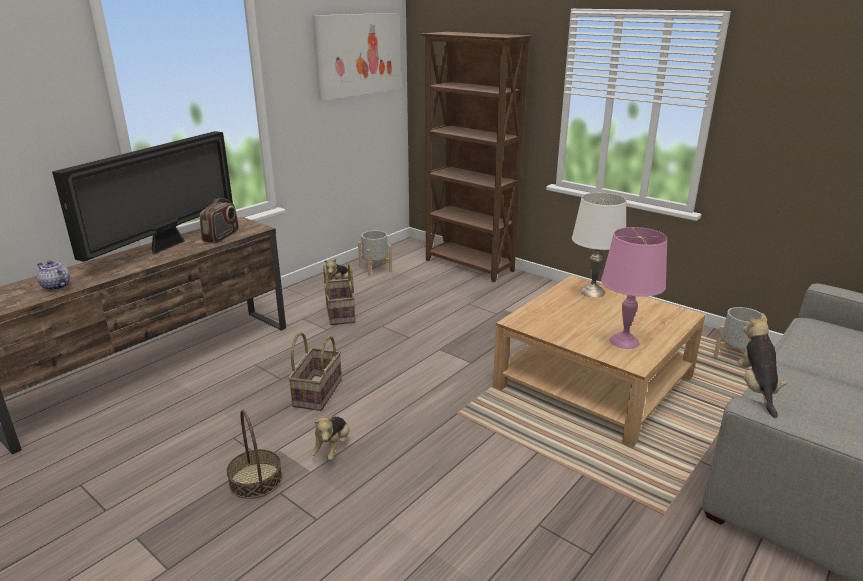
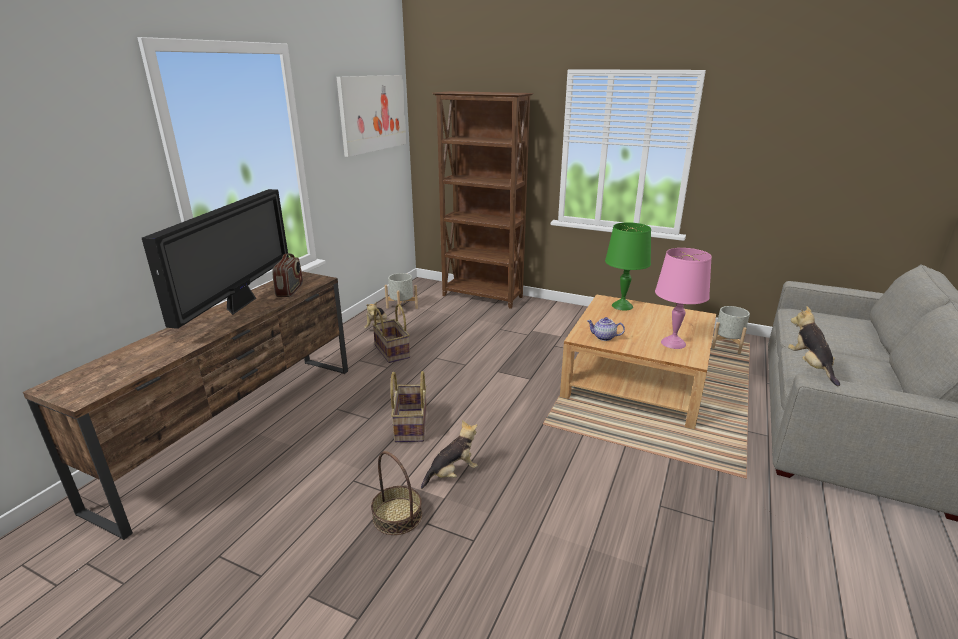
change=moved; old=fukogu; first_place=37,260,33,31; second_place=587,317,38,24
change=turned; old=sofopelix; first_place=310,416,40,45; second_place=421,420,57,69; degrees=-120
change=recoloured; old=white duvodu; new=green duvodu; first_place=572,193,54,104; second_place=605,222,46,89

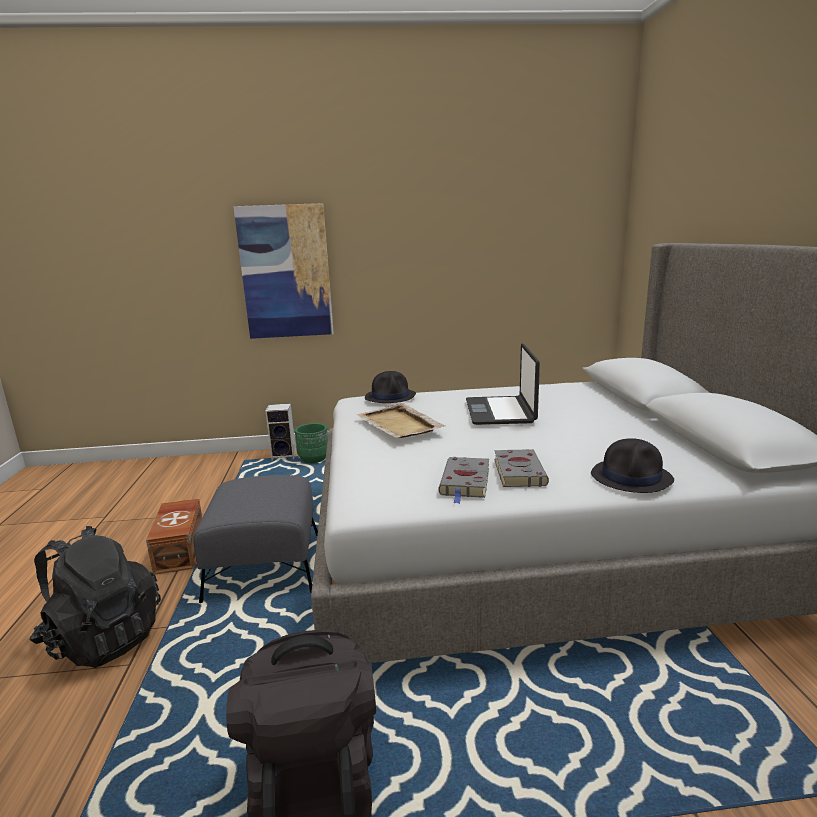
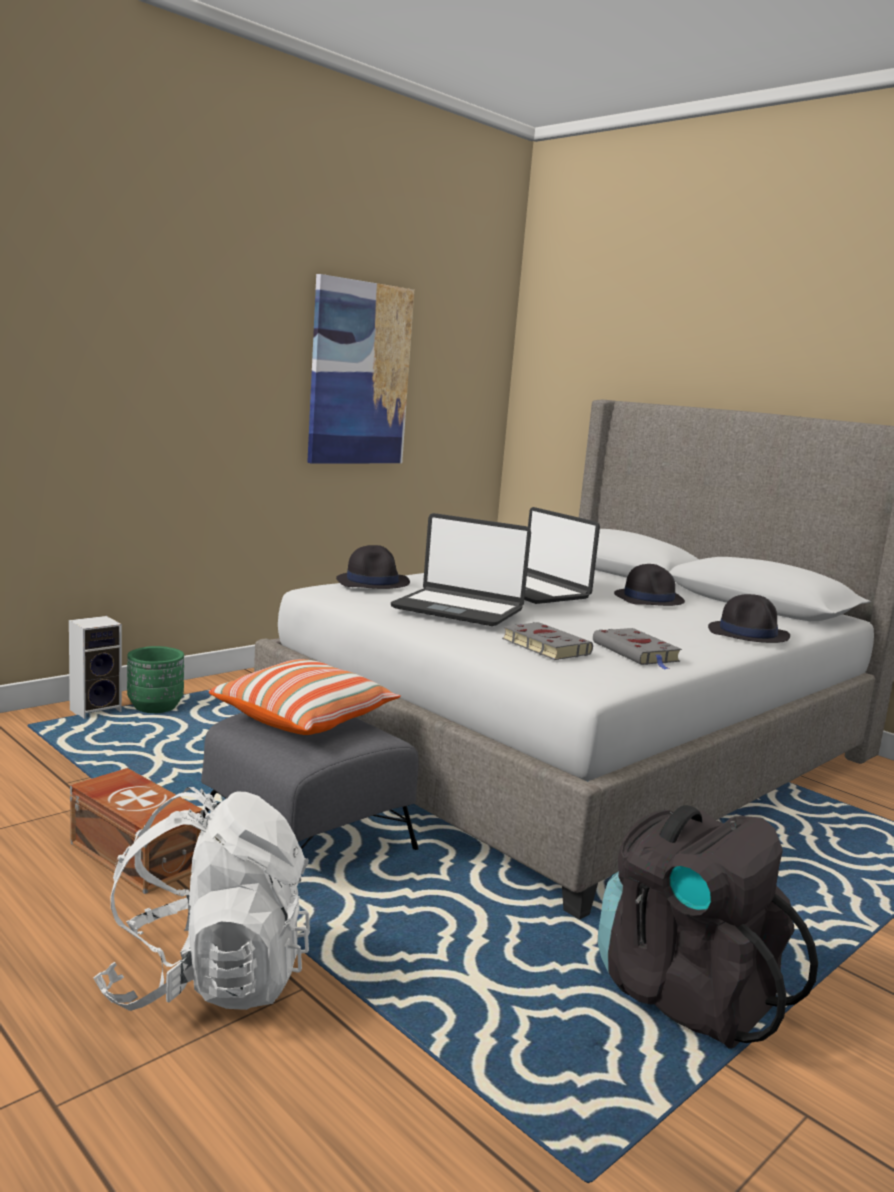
change=recoloured; old=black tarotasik; new=white tarotasik; first_place=29,526,132,142; second_place=93,787,217,224
change=moved; old=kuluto; first_place=233,203,101,136; second_place=307,274,107,190
change=replaced; old=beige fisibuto; new=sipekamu; first_place=356,403,89,35; second_place=391,513,140,113
change=moved; old=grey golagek; first_place=494,449,55,38; second_place=502,622,91,38
change=added; new=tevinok; second_place=209,659,192,76
change=added; new=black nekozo; second_place=614,564,71,42

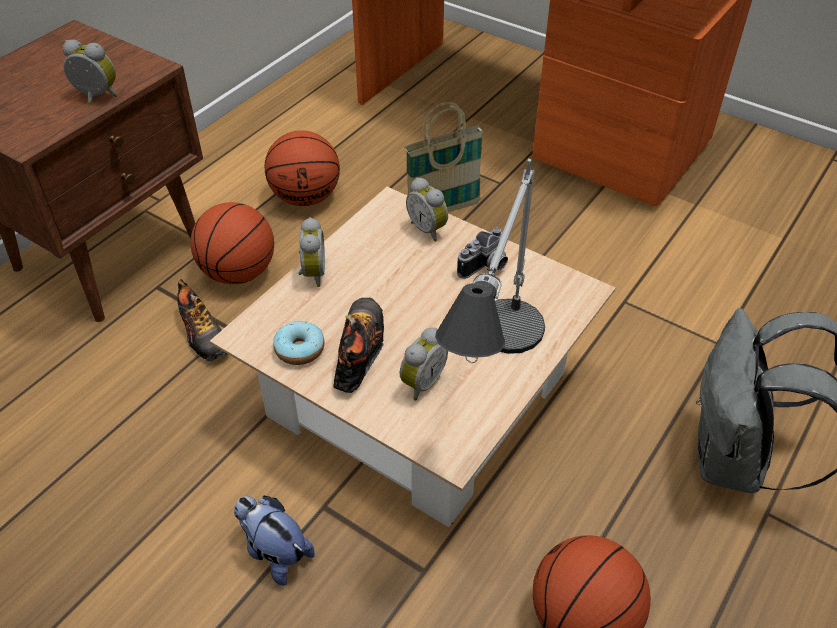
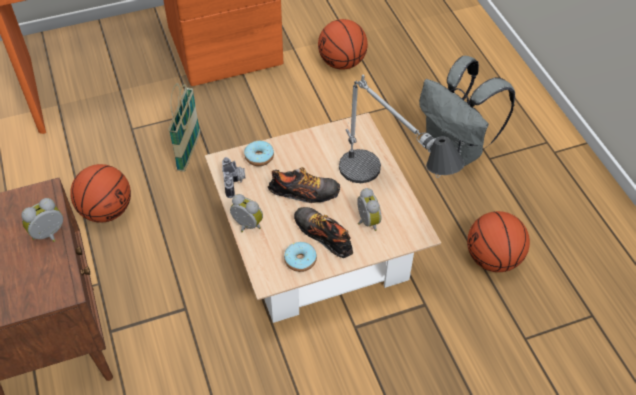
change=moved; old=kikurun; first_place=177,279,50,82; second_place=268,167,72,36
change=moved; old=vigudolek; first_place=191,202,83,82; second_place=318,19,50,51
change=removed; old=sofopelix; first_place=234,496,81,90
change=replaced; old=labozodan; new=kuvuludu; first_place=406,177,42,65; second_place=244,141,30,25
change=moved; old=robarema; first_place=457,228,51,51; second_place=222,157,23,41

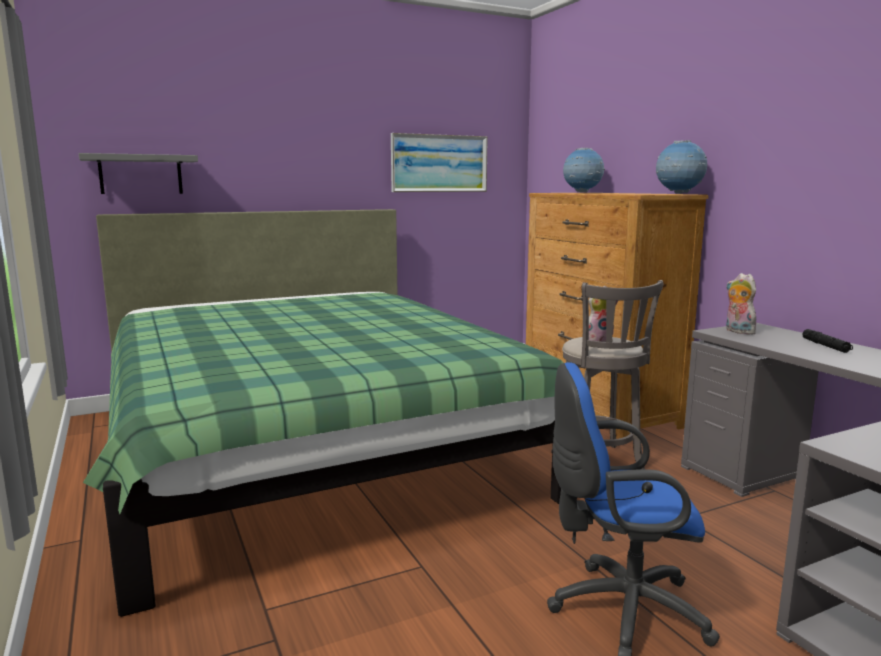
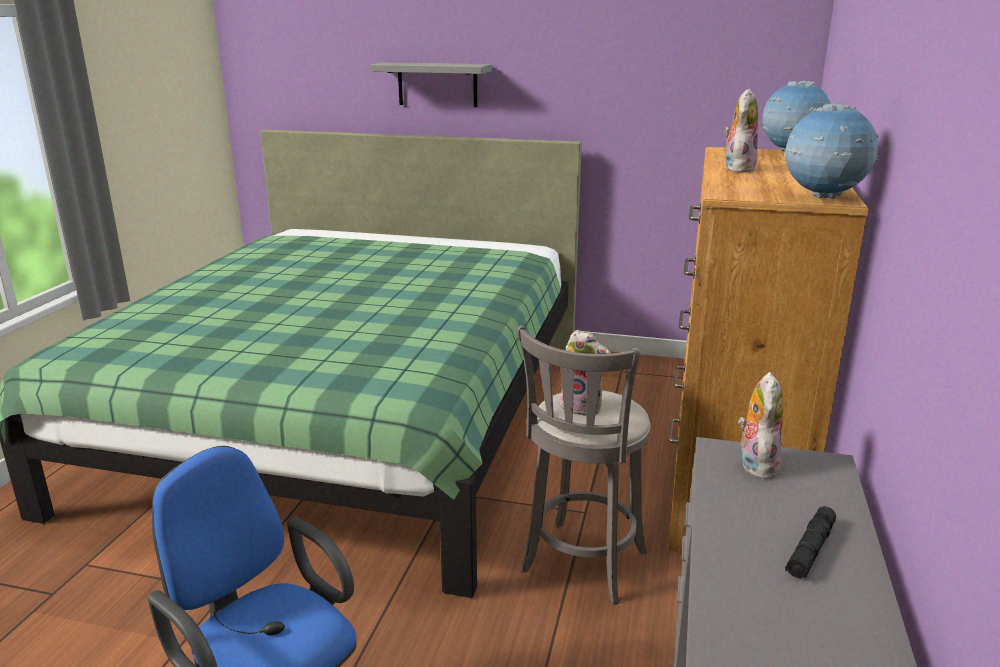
change=moved; old=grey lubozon; first_place=79,153,119,41; second_place=370,62,122,45
change=removed; old=kuluto; first_place=391,133,97,59
change=added; new=sofopelix; second_place=724,89,34,83

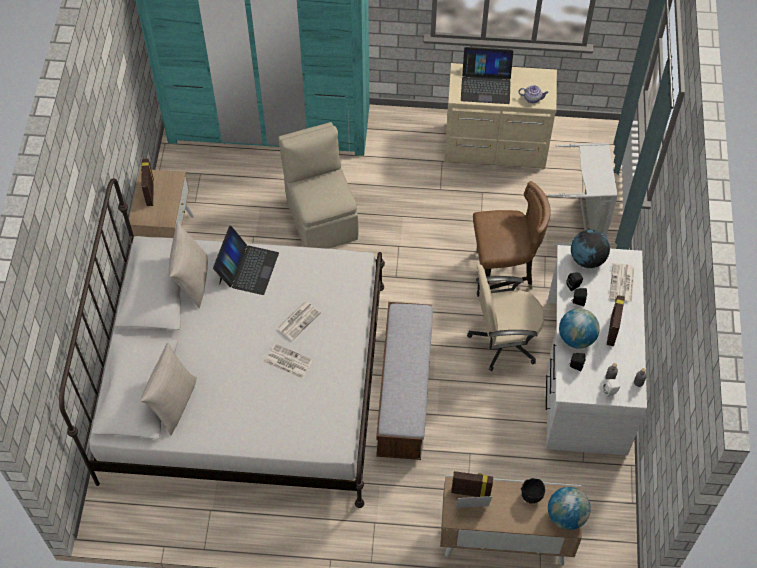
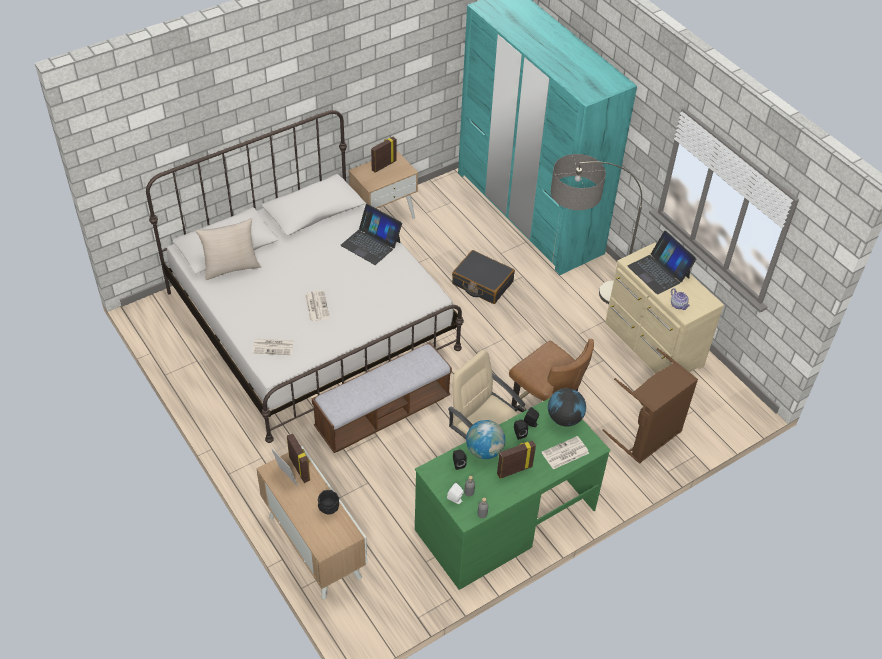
change=removed; old=beige tevinok; first_place=169,222,39,86
change=turned; old=sipekamu; first_place=213,226,66,69; second_place=340,204,62,61; degrees=60
change=moved; old=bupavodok; first_place=276,301,45,40; second_place=252,339,42,16
change=replaced; old=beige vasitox; new=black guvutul; first_place=278,122,81,127; second_place=452,250,63,54
change=recoloured; old=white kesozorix; new=green kesozorix; first_place=545,245,102,210; second_place=415,398,196,192
change=recoloured; old=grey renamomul; new=brown renamomul; first_place=546,143,72,103; second_place=602,348,96,116
change=removed; old=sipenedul; first_place=548,487,43,43
change=added; new=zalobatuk; second_place=551,154,91,150

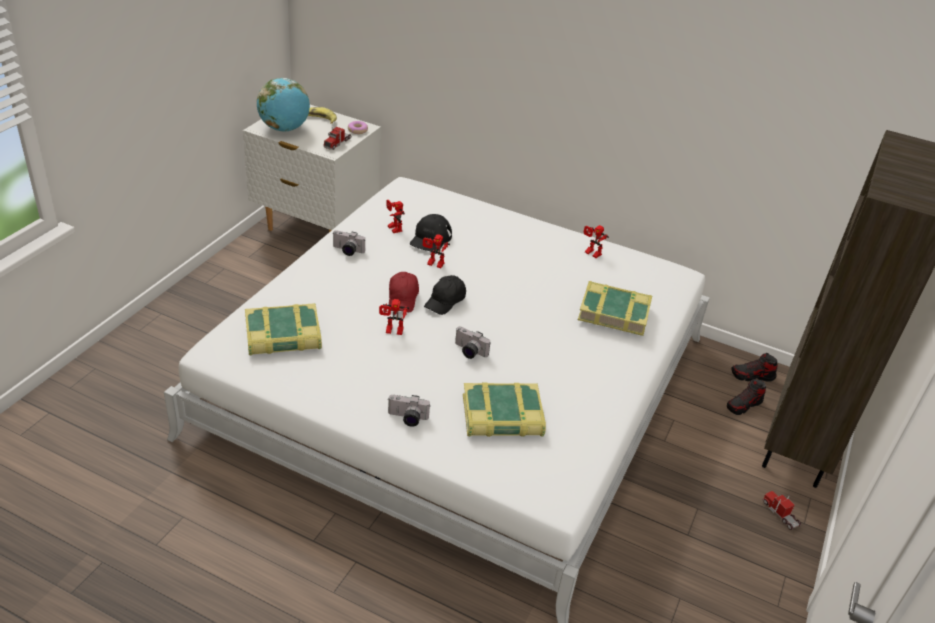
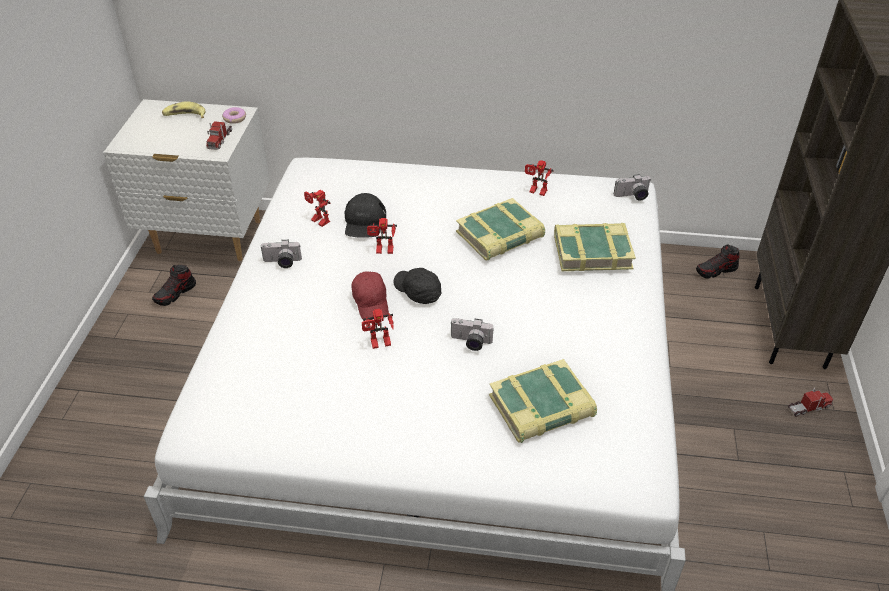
change=moved; old=golagek; first_place=245,303,77,52; second_place=456,198,89,62
change=removed; old=sipenedul; first_place=257,78,53,53
change=moved; old=robarema; first_place=388,395,42,32; second_place=614,174,37,27
change=turned; old=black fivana; first_place=424,275,42,40; second_place=393,268,49,36; degrees=120
change=moved; old=kikurun; first_place=727,379,39,36; second_place=152,265,44,41
change=turned; old=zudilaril; first_place=762,491,39,39; second_place=788,388,45,28; degrees=120

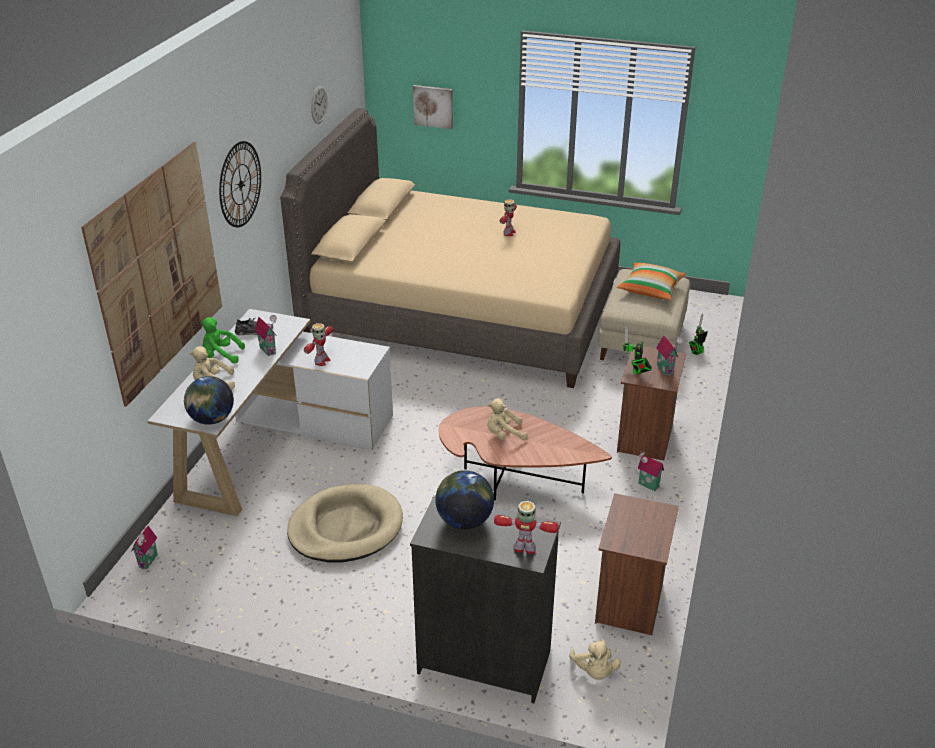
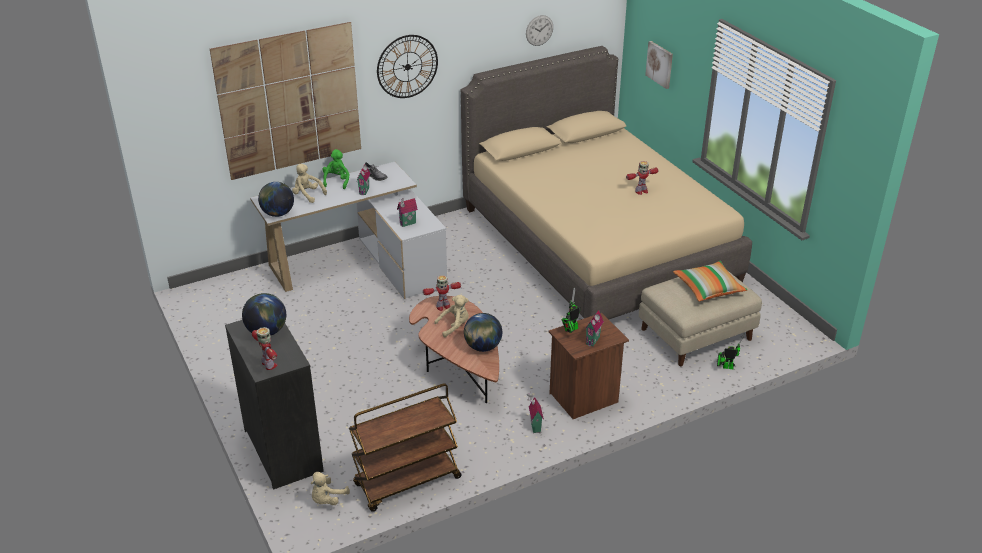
change=moved; old=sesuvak; first_place=131,526,27,43; second_place=397,198,21,29
change=turned; old=green sofopelix; first_place=201,317,44,46; second_place=323,149,26,40; degrees=45
change=removed; old=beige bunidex; first_place=287,484,116,78
change=moved; old=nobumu; first_place=304,323,29,43; second_place=423,275,38,36
change=turned; old=beige sofopelix; first_place=487,398,41,42; second_place=434,295,35,43; degrees=120
change=replaced; old=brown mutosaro; new=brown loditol; first_place=595,493,84,142; second_place=349,383,113,129
change=added; new=sipenedul; second_place=464,313,38,39

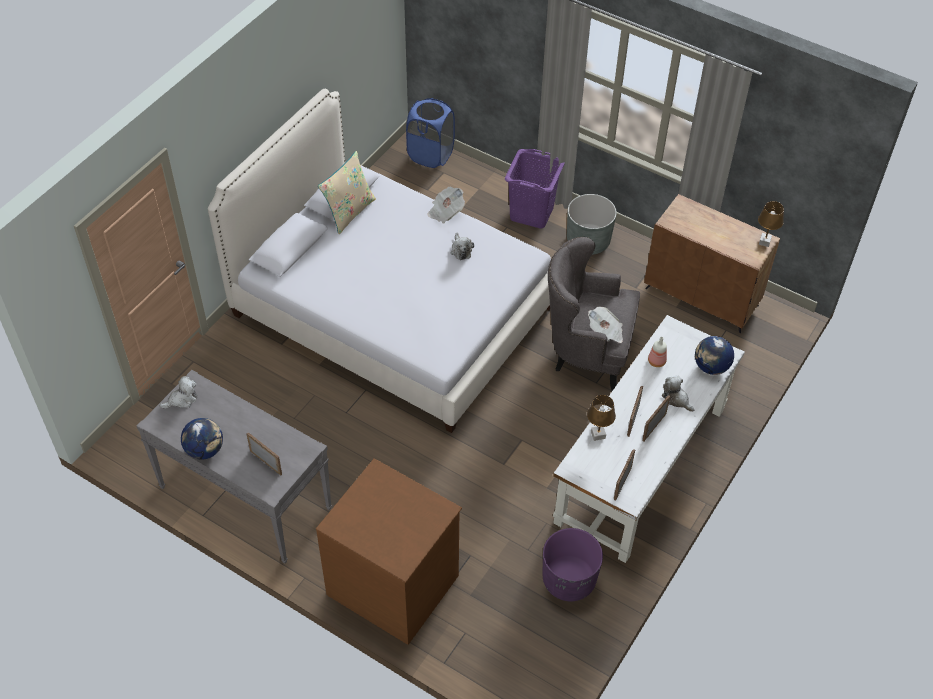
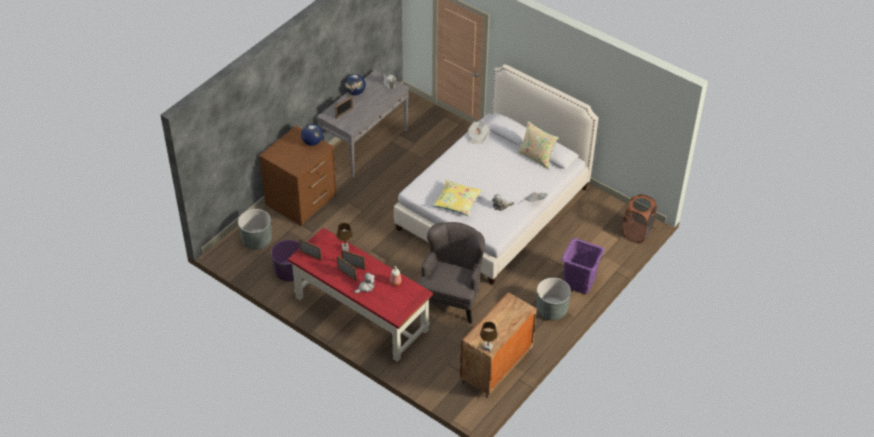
change=recoloured; old=blue renamomul; new=brown renamomul; first_place=406,98,49,70; second_place=622,194,35,49
change=recoloured; old=white kesozorix; new=red kesozorix; first_place=553,315,192,248; second_place=288,228,145,134
change=moved; old=bupavodok; first_place=588,307,35,36; second_place=468,121,22,23
change=moved; old=sipenedul; first_place=695,336,39,39; second_place=301,123,22,23
change=added; new=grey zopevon; second_place=238,209,34,41
change=added; new=yellow tevinok; second_place=432,180,51,36

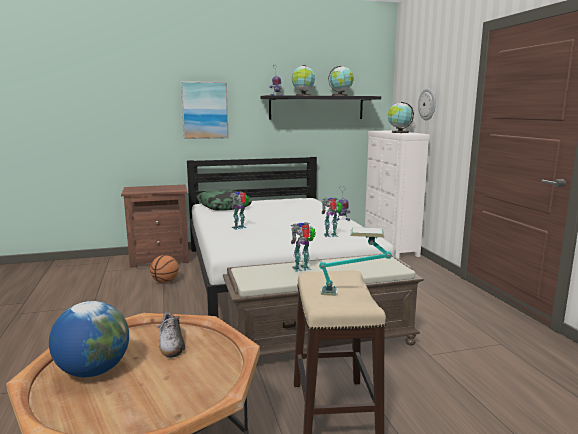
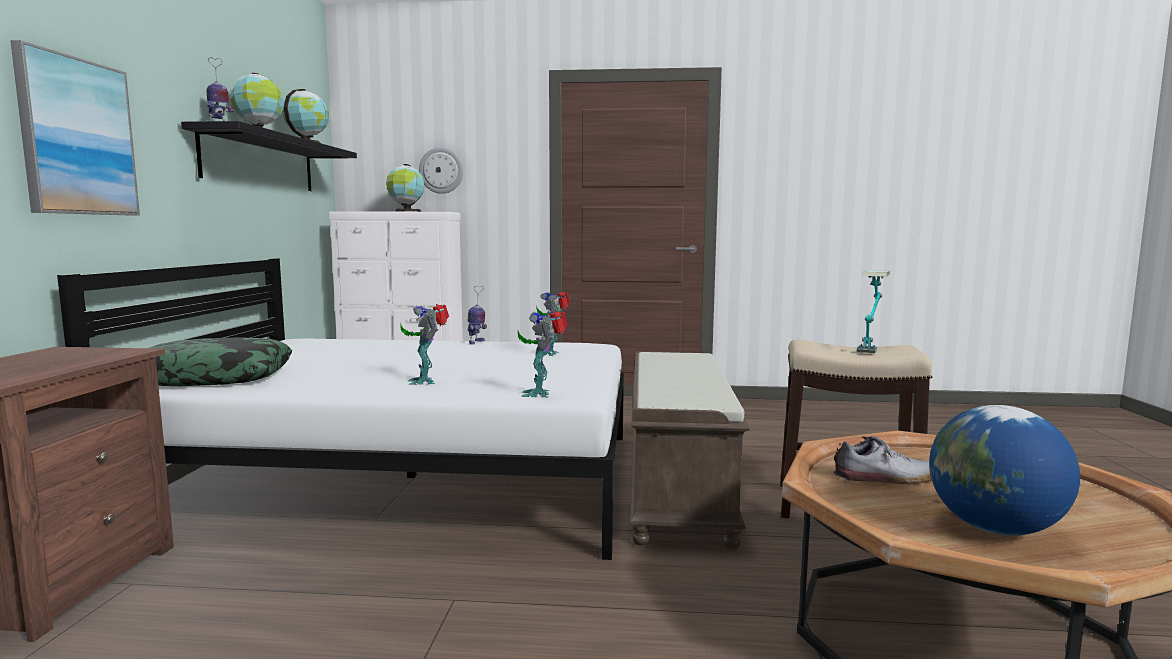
change=removed; old=vigudolek; first_place=150,255,29,28
change=moved; old=nobumu; first_place=290,222,26,50; second_place=518,311,50,87

